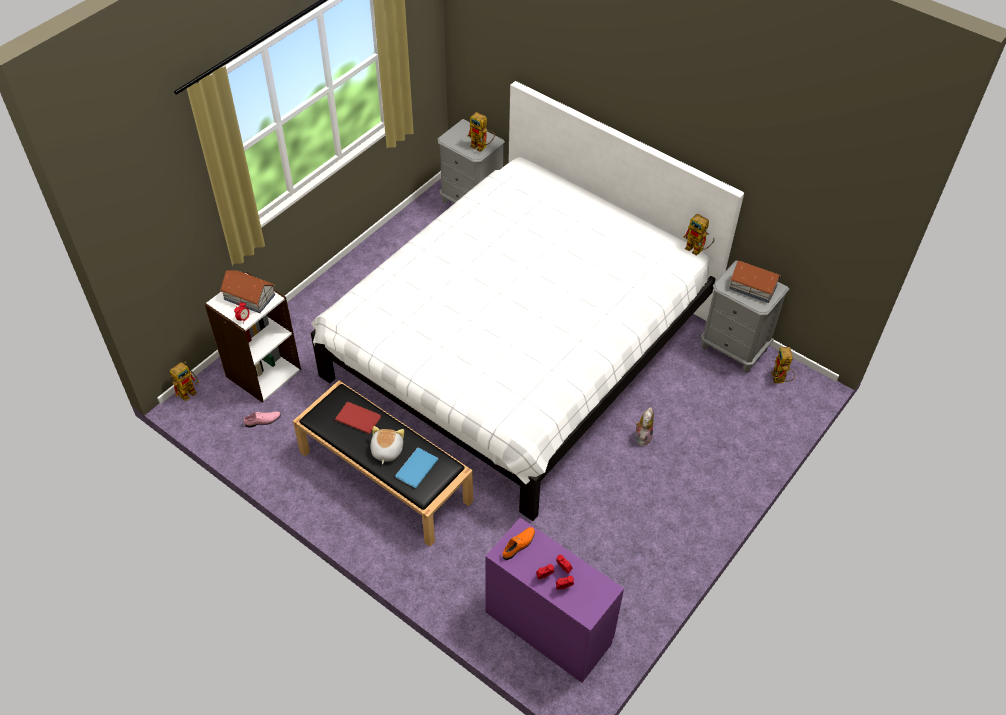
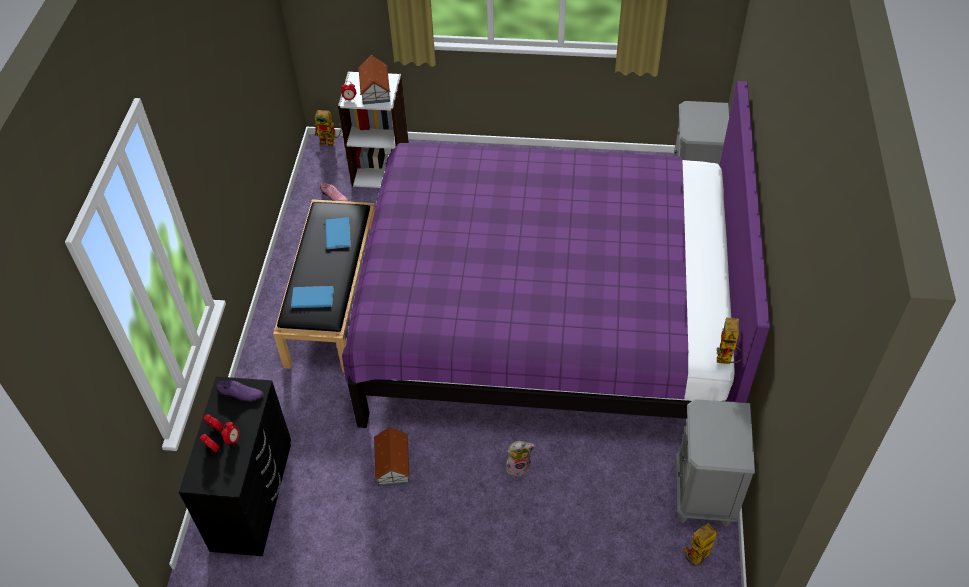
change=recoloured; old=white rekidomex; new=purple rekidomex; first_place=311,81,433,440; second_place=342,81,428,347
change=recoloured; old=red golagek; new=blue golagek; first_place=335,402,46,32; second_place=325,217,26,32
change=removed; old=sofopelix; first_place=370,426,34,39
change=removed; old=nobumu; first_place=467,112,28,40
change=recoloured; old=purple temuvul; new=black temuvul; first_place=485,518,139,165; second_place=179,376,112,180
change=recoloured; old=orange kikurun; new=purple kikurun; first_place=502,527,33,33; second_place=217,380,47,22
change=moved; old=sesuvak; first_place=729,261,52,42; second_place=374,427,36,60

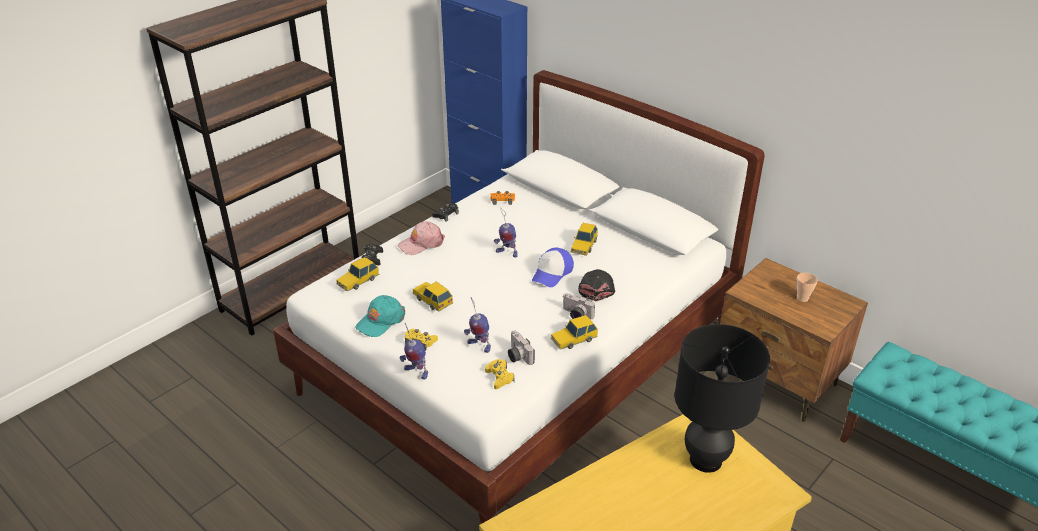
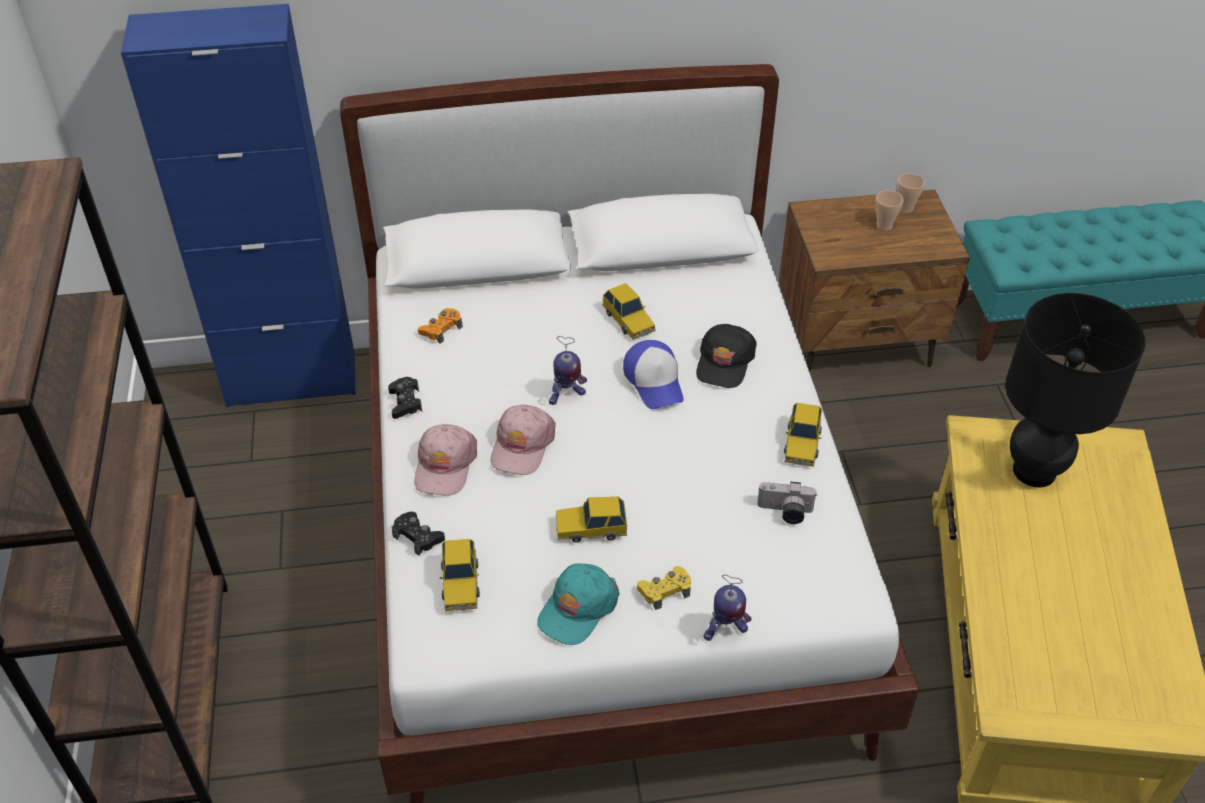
change=turned; old=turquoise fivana; first_place=355,295,50,42; second_place=537,563,82,82; degrees=45
change=removed; old=nobumu; first_place=464,297,27,56
change=removed; old=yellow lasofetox; first_place=485,359,29,30
change=removed; old=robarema; first_place=563,293,32,26
change=turned; old=black fivana; first_place=578,269,37,33; second_place=696,324,61,64; degrees=-120
change=added; new=pink fivana; second_place=490,405,66,70
change=added; new=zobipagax; second_place=897,173,28,40

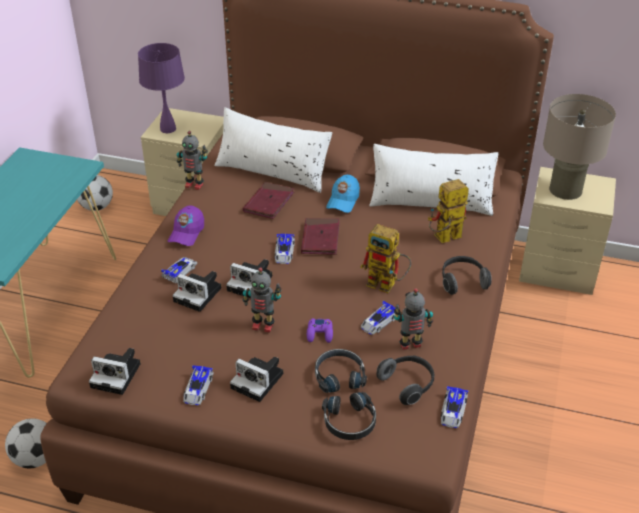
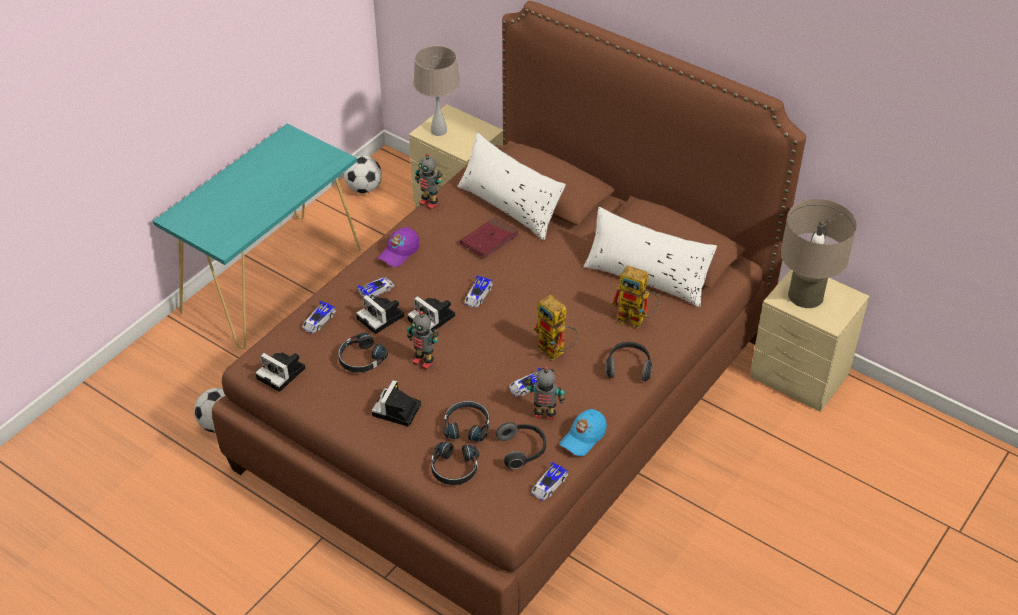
change=recoloured; old=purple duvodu; new=beige duvodu; first_place=138,43,47,90; second_place=413,46,47,90
change=moved; old=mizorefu; first_place=183,365,31,40; second_place=302,300,34,33
change=turned; old=robarema; first_place=230,356,53,46; second_place=372,380,49,47; degrees=60
change=removed; old=red golagek; first_place=301,218,39,37
change=removed; old=purple lasofetox; first_place=307,319,26,24
change=moved; old=blue fivana; first_place=326,175,34,38; second_place=559,409,48,47
change=turned; old=nobumu; first_place=428,179,41,64; second_place=611,266,49,63; degrees=-150
change=added; new=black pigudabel; second_place=338,333,50,40

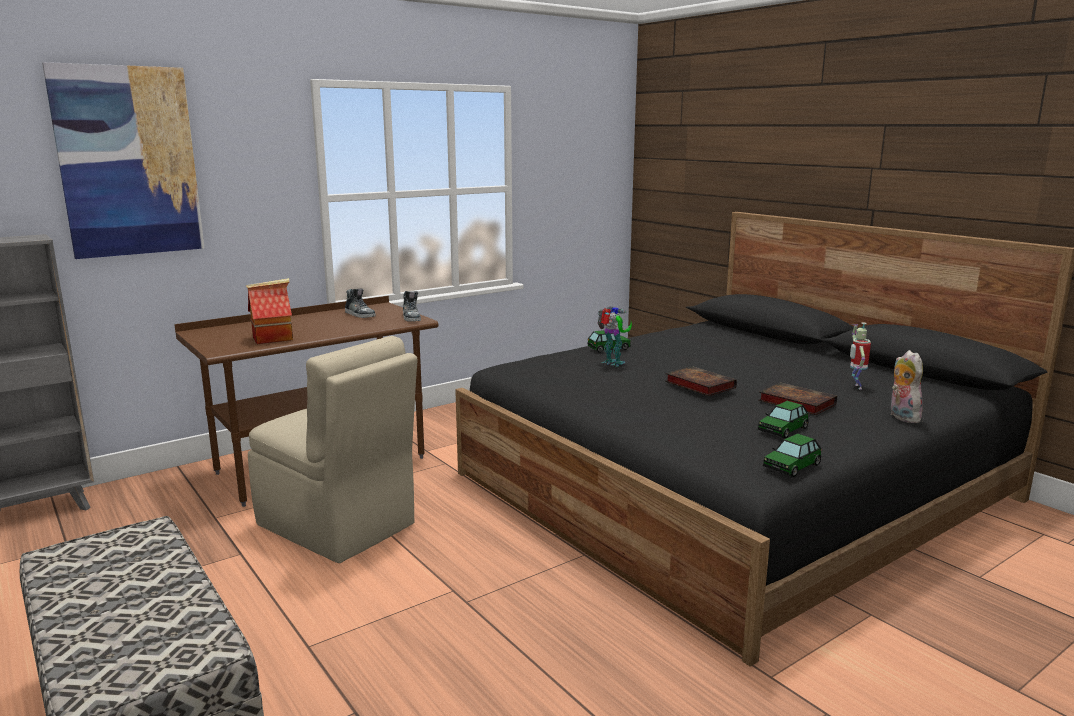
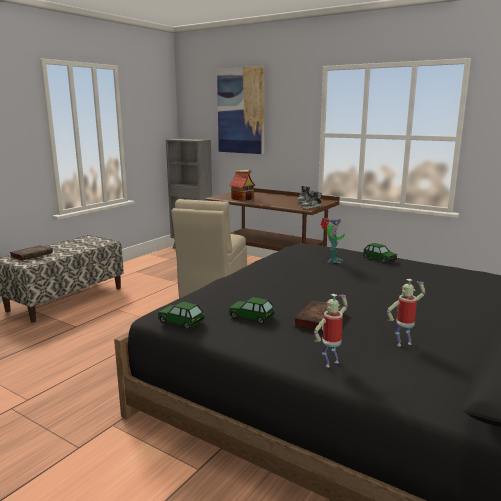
change=moved; old=golagek; first_place=665,366,72,30; second_place=9,245,44,15
change=replaced; old=sofopelix; new=nobumu; first_place=891,350,32,73; second_place=314,294,34,73

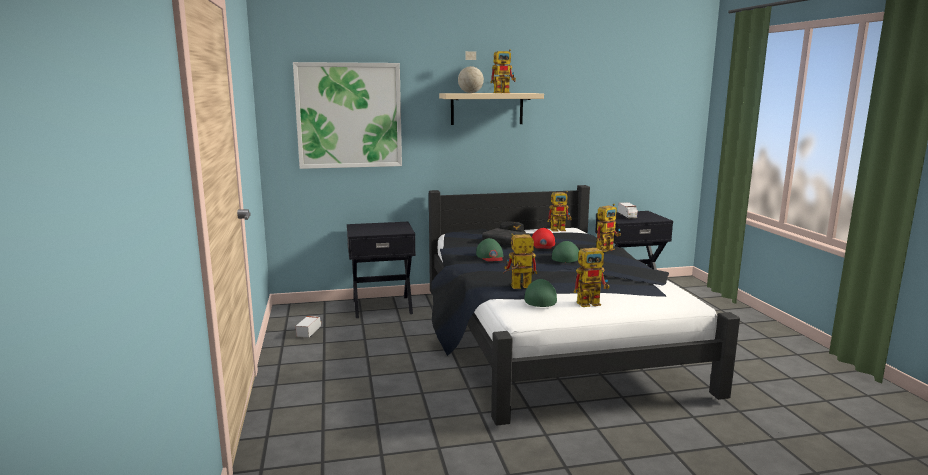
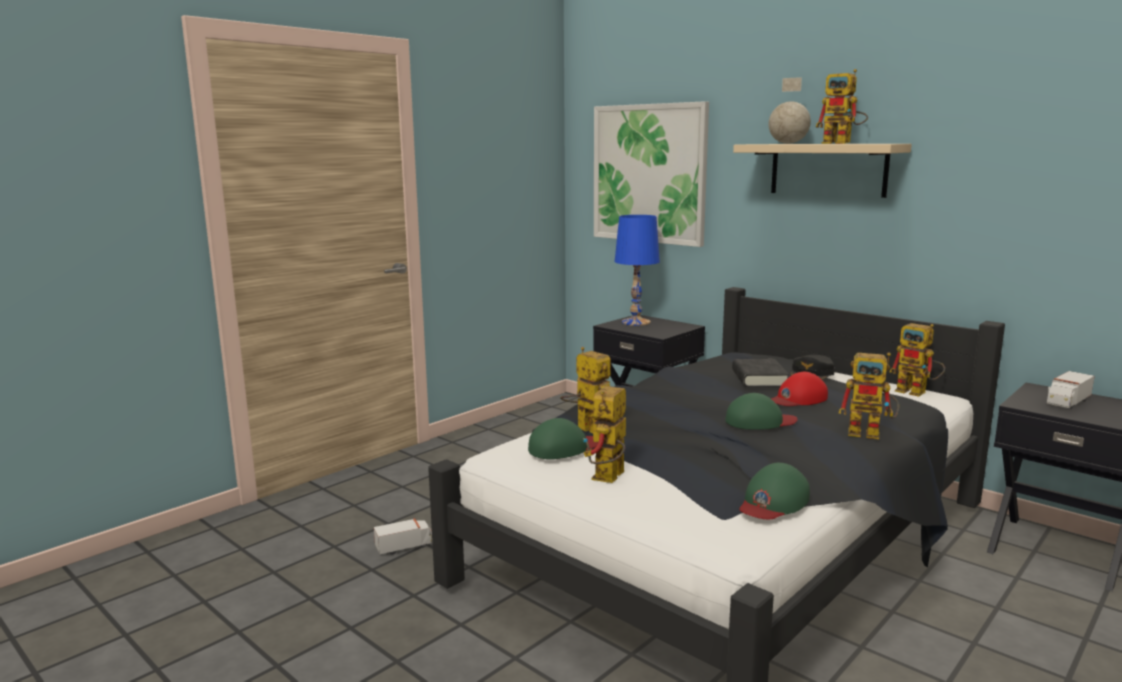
change=moved; old=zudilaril; first_place=296,316,26,22; second_place=374,518,58,37
change=moved; old=green fivana; first_place=476,238,27,23; second_place=739,463,71,57
change=turned; old=nobumu; first_place=573,246,37,61; second_place=583,386,43,97; degrees=75
change=added; new=blue duvodu; second_place=615,215,45,111

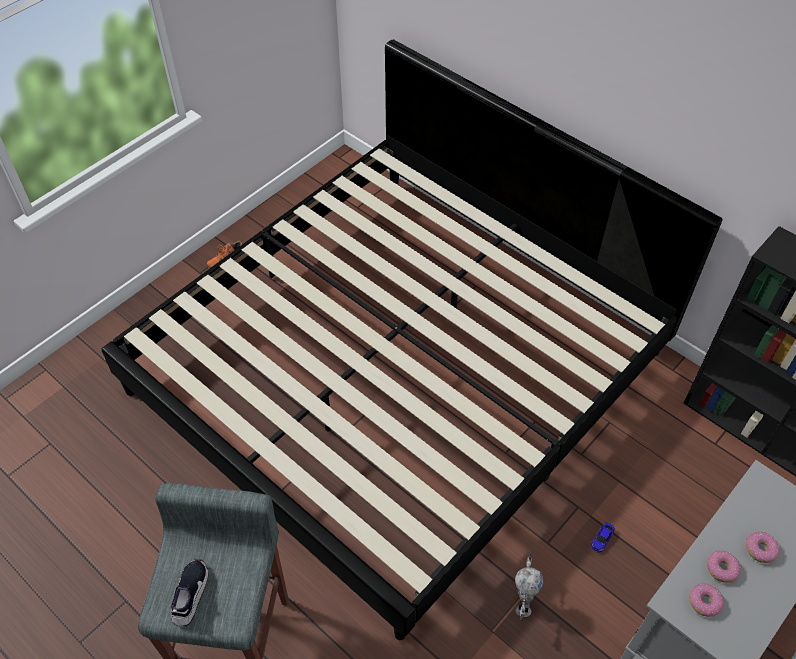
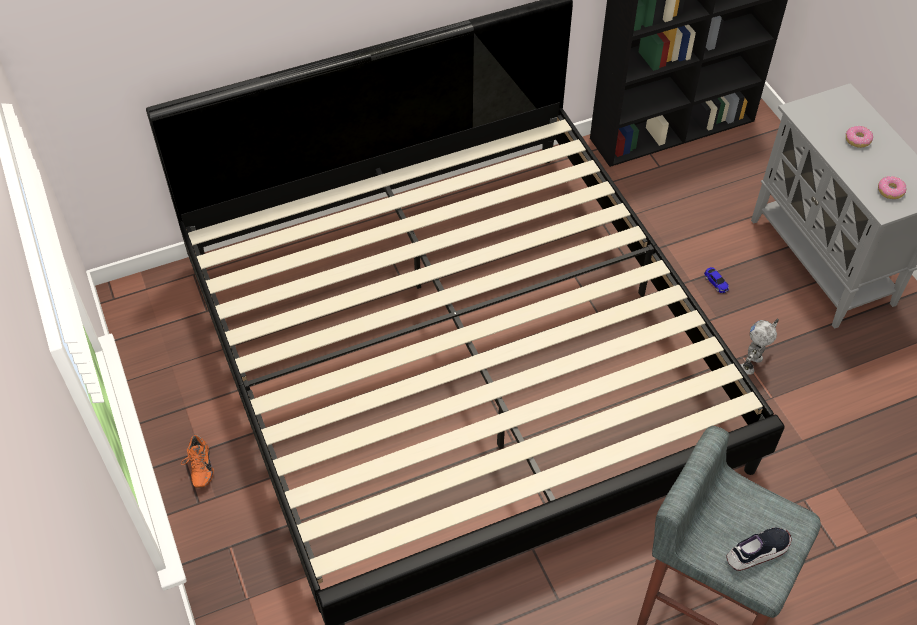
change=turned; old=kikurun; first_place=171,559,38,67; second_place=726,527,66,44; degrees=120
change=turned; old=nobumu; first_place=515,552,28,69; second_place=741,319,38,56; degrees=-90
change=removed; old=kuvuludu; first_place=707,551,34,32

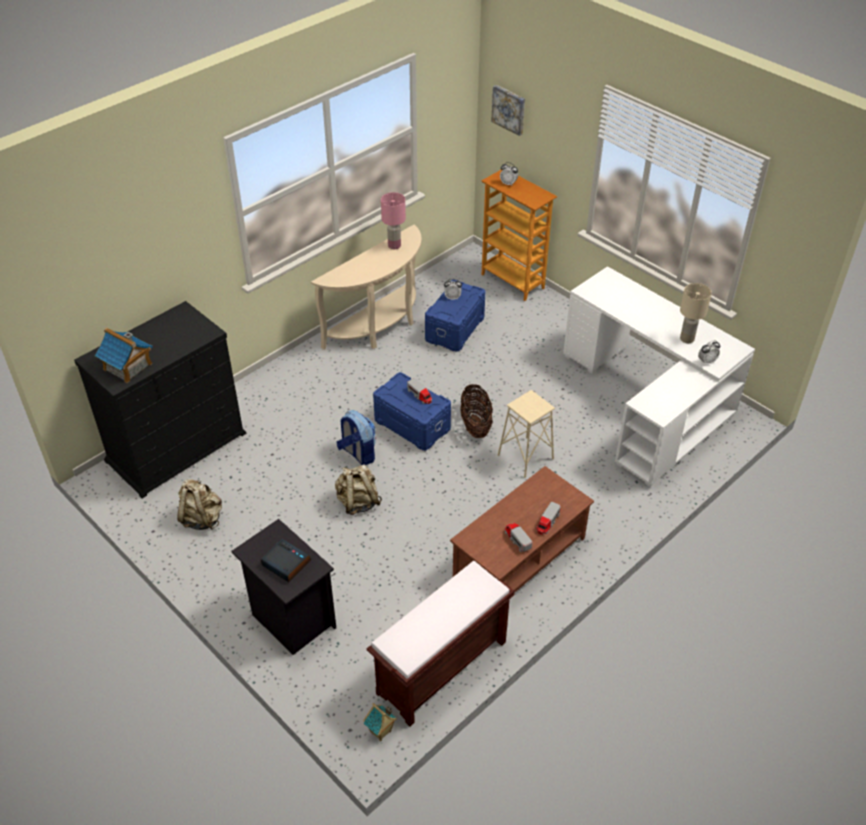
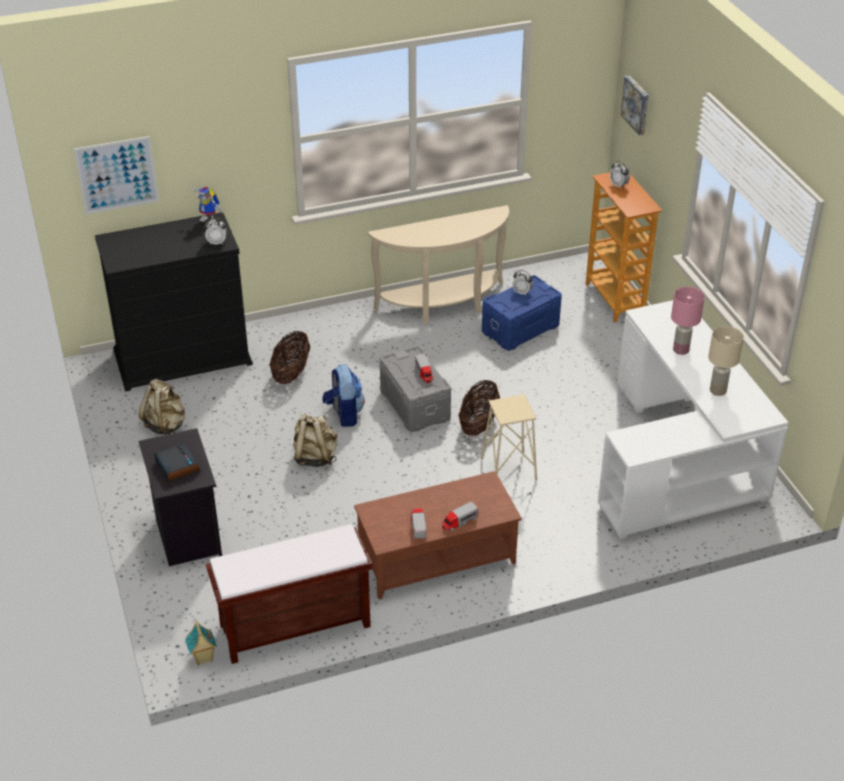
change=removed; old=sesuvak; first_place=95,328,58,55
change=recoloured; old=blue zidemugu; new=grey zidemugu; first_place=373,372,78,79; second_place=380,346,71,86
change=moved; old=pink duvodu; first_place=381,192,25,57; second_place=671,287,34,68
change=moved; old=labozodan; first_place=698,340,23,26; second_place=204,218,23,27
change=added; new=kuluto; second_place=74,136,85,78
change=added; new=nobumu; second_place=190,187,33,35
change=added; new=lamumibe; second_place=270,331,40,53

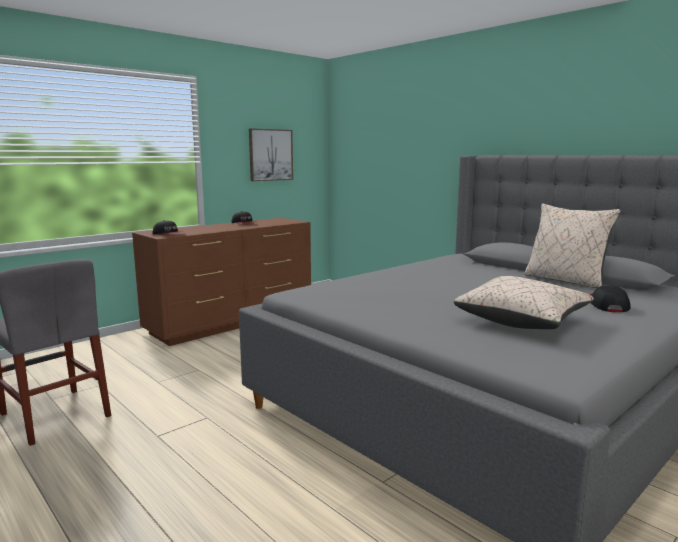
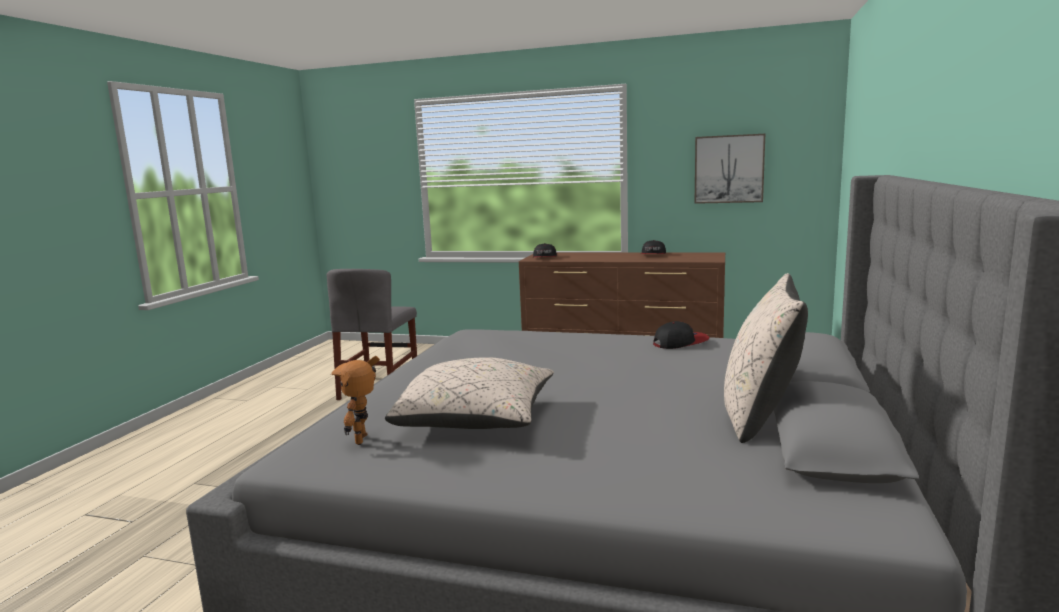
change=moved; old=fivana; first_place=589,286,42,26; second_place=653,321,56,28
change=added; new=nobumu; second_place=331,356,49,89

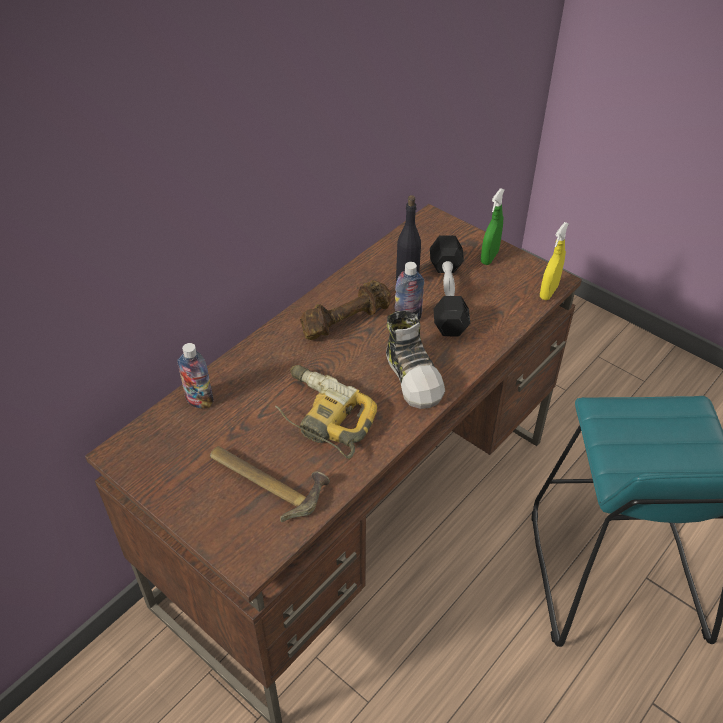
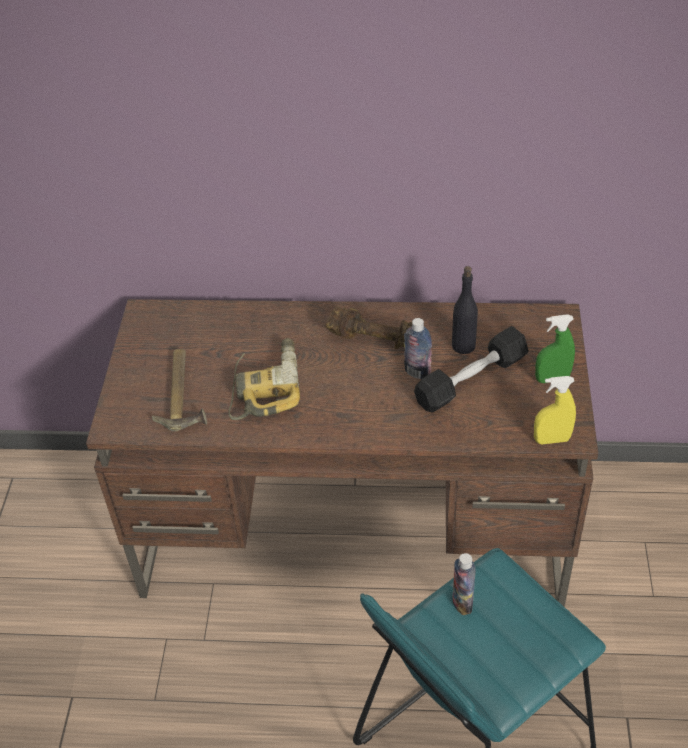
change=moved; old=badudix; first_place=177,343,37,65; second_place=452,553,24,62
change=removed; old=kikurun; first_place=386,311,59,98

